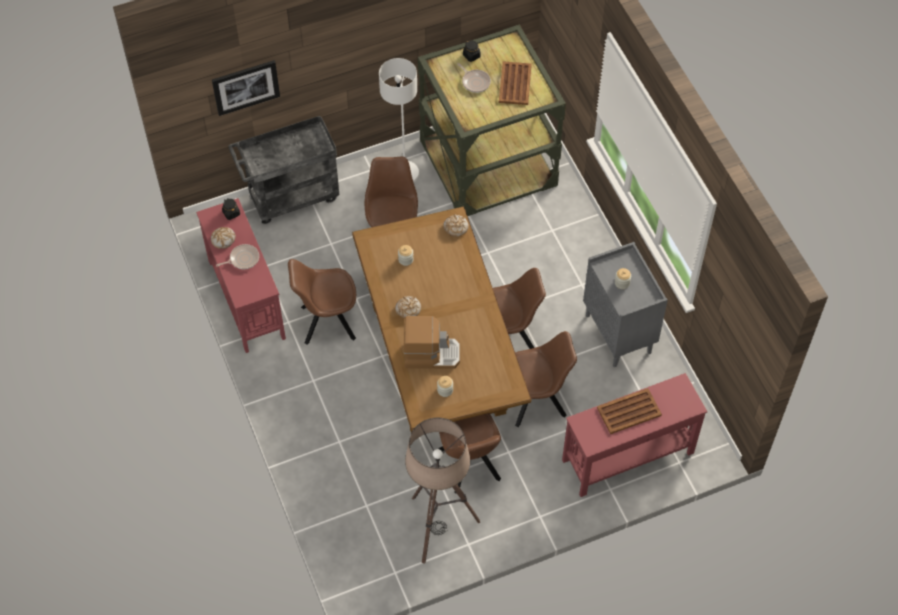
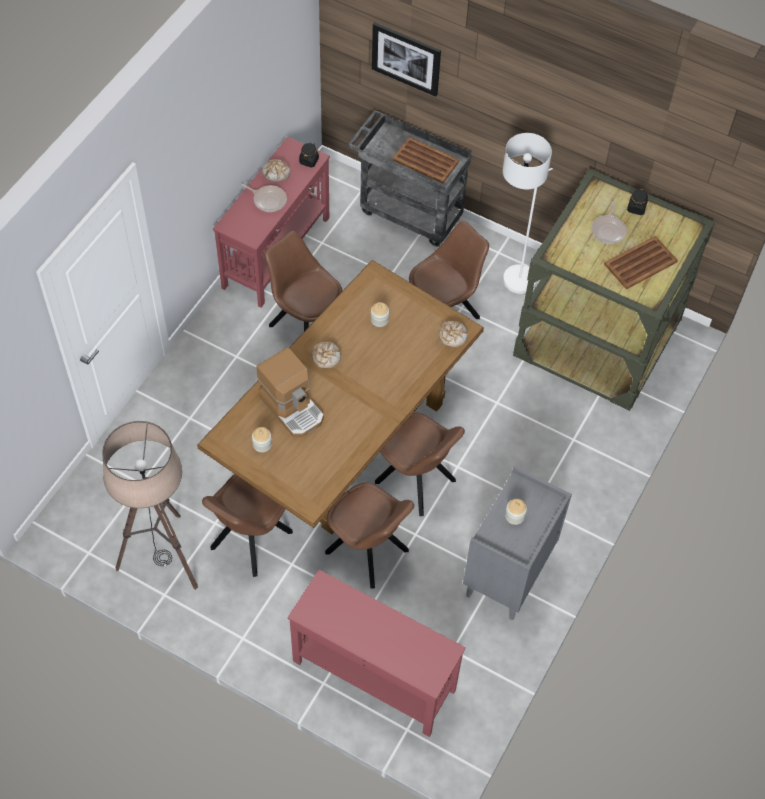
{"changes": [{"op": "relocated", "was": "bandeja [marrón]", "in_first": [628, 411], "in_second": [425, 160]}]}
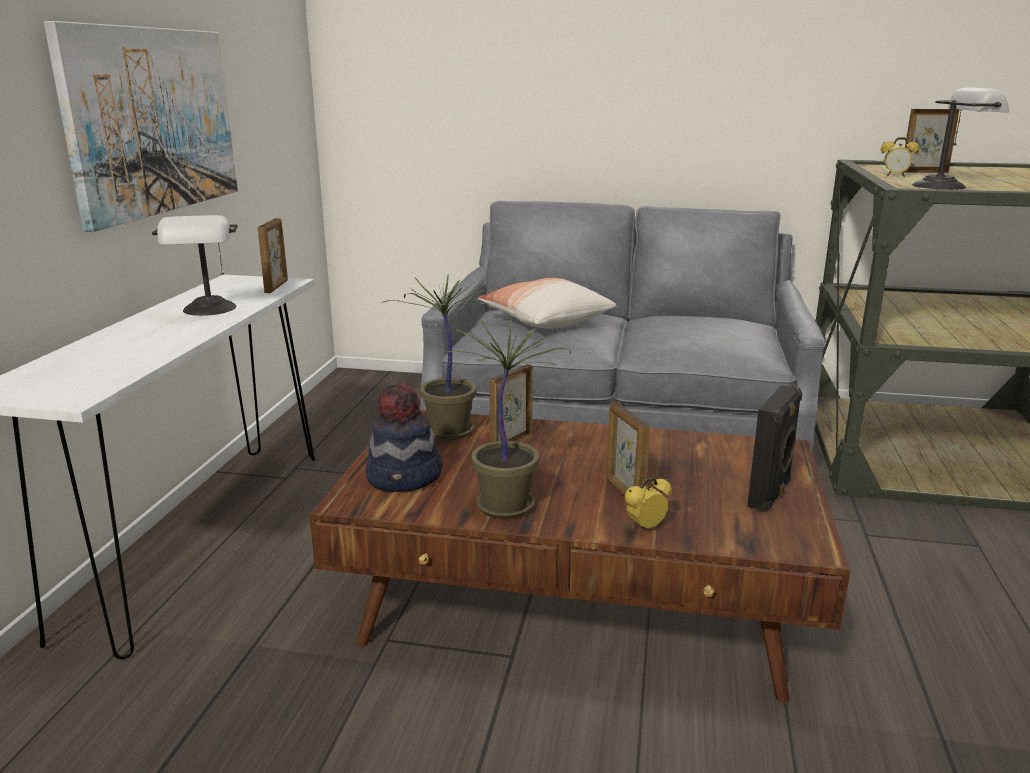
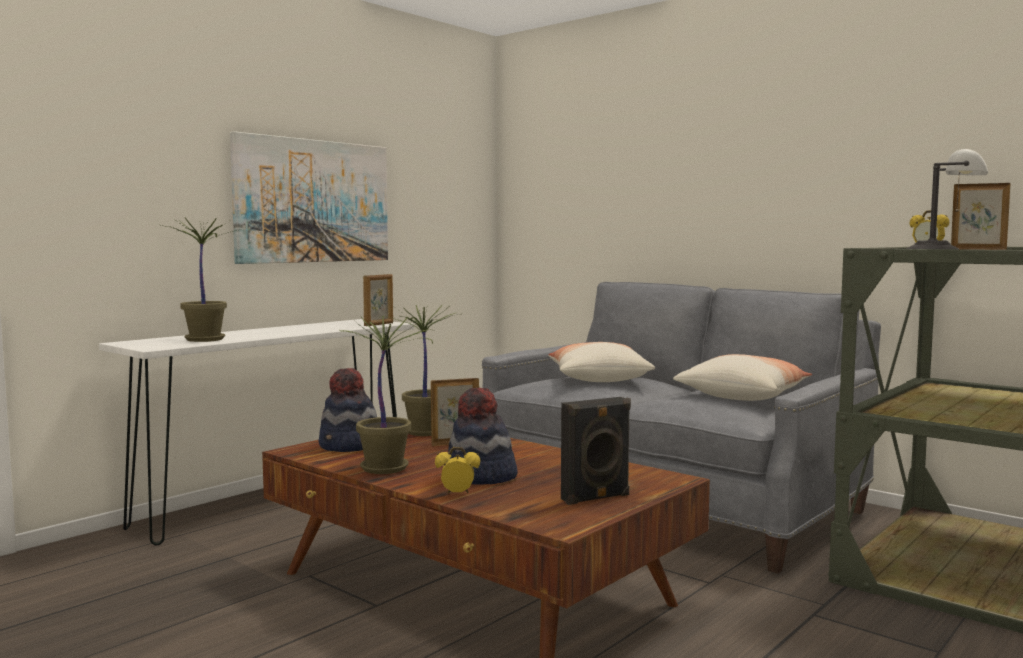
{"changes": [{"op": "missing", "was": "lámpara de mesa", "in_first": [209, 311]}, {"op": "exchanged", "was": "portarretratos", "now": "sombrero", "in_first": [624, 493], "in_second": [480, 477]}, {"op": "appeared", "now": "planta en maceta", "in_second": [204, 339]}, {"op": "appeared", "now": "cojín", "in_second": [743, 396]}]}
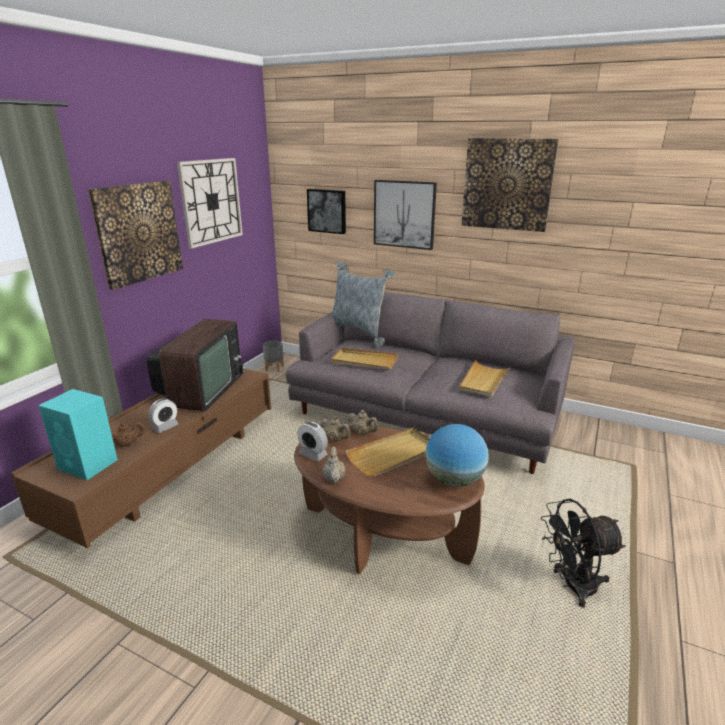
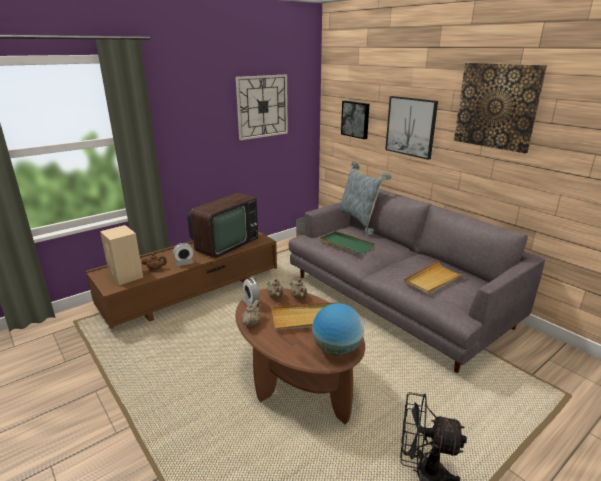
{"changes": [{"op": "colour", "was": "altavoz [turquesa]", "now": "altavoz [beis]", "in_first": [89, 465], "in_second": [126, 276]}, {"op": "missing", "was": "cuadro", "in_first": [138, 233]}, {"op": "colour", "was": "bandeja [beis]", "now": "bandeja [verde]", "in_first": [364, 361], "in_second": [346, 244]}]}
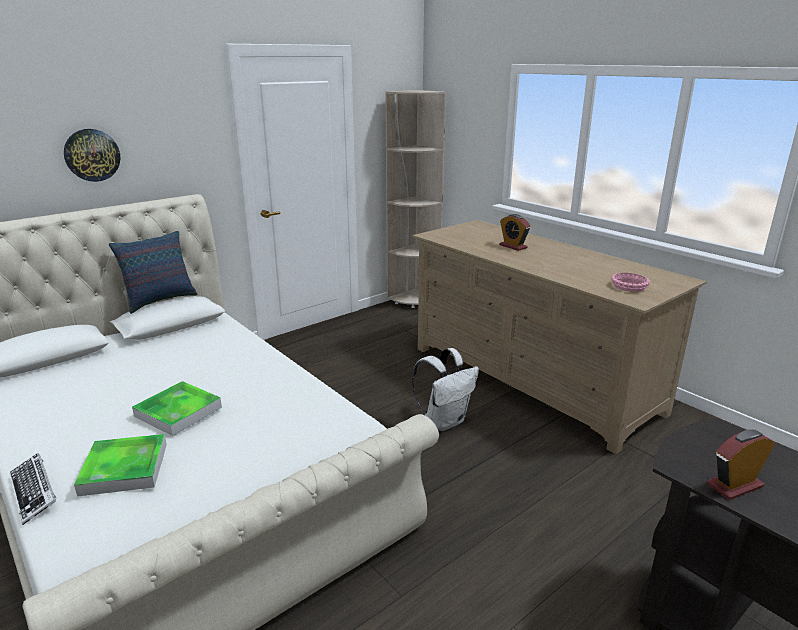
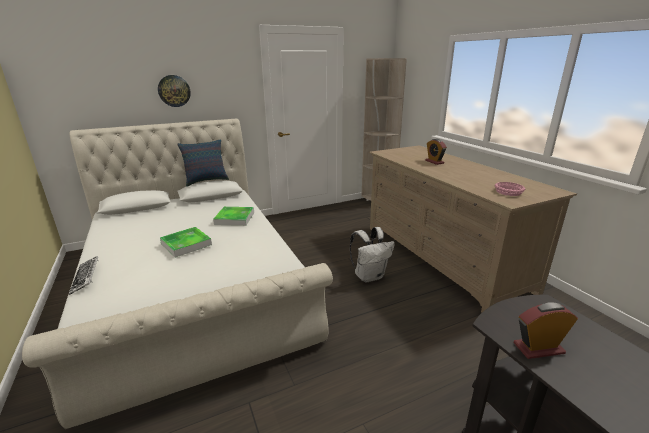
{"changes": [{"op": "relocated", "was": "bandeja", "in_first": [124, 469], "in_second": [234, 218]}]}
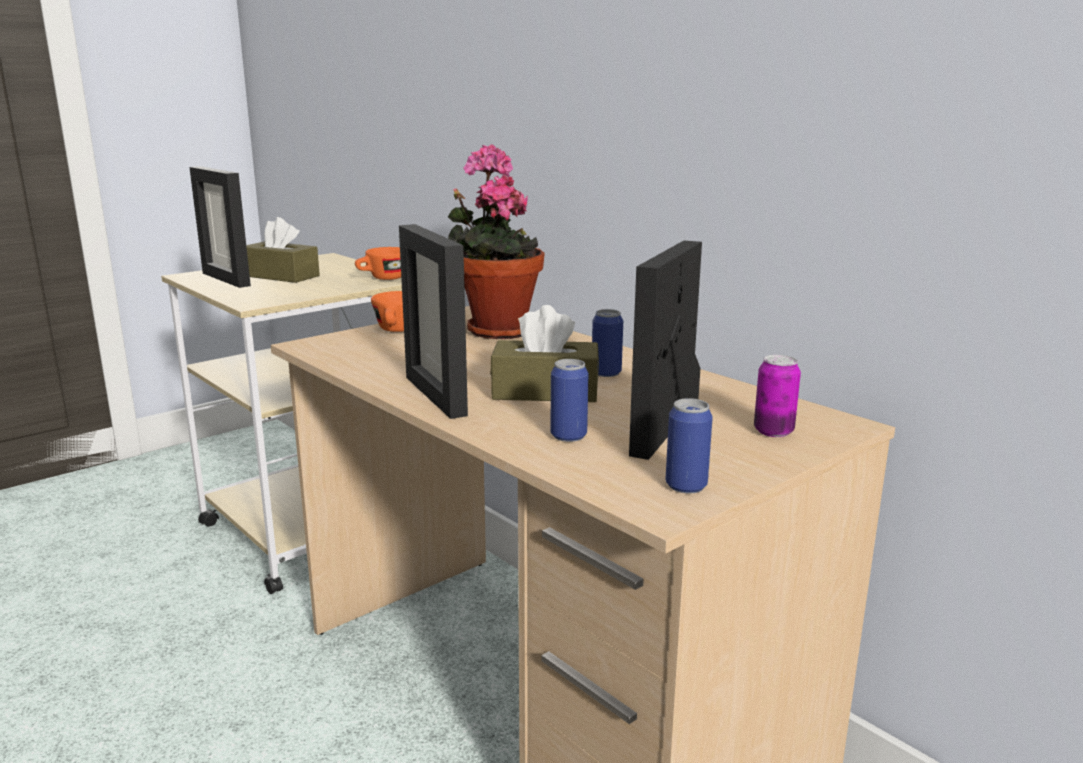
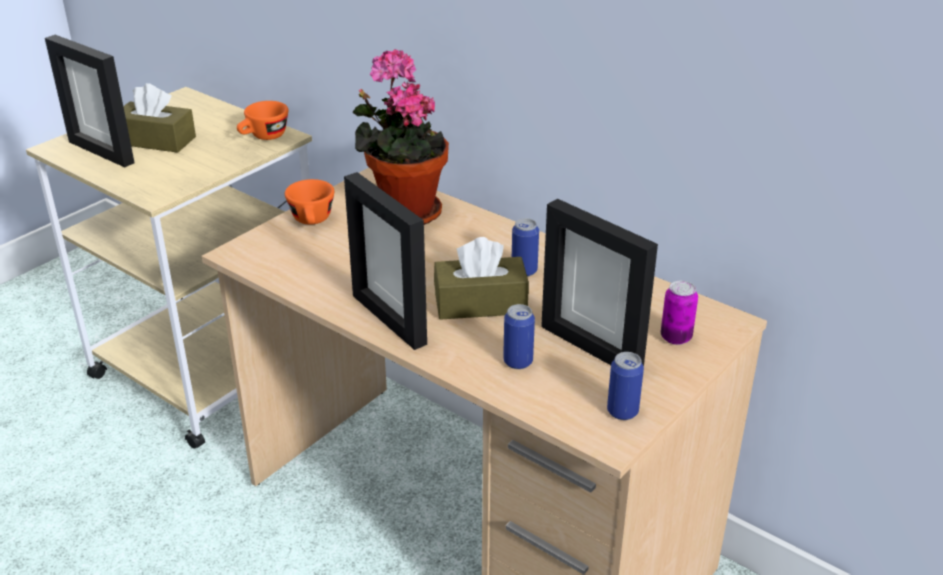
{"changes": [{"op": "spun", "was": "portarretratos", "in_first": [665, 431], "in_second": [592, 347], "clockwise": -60}]}
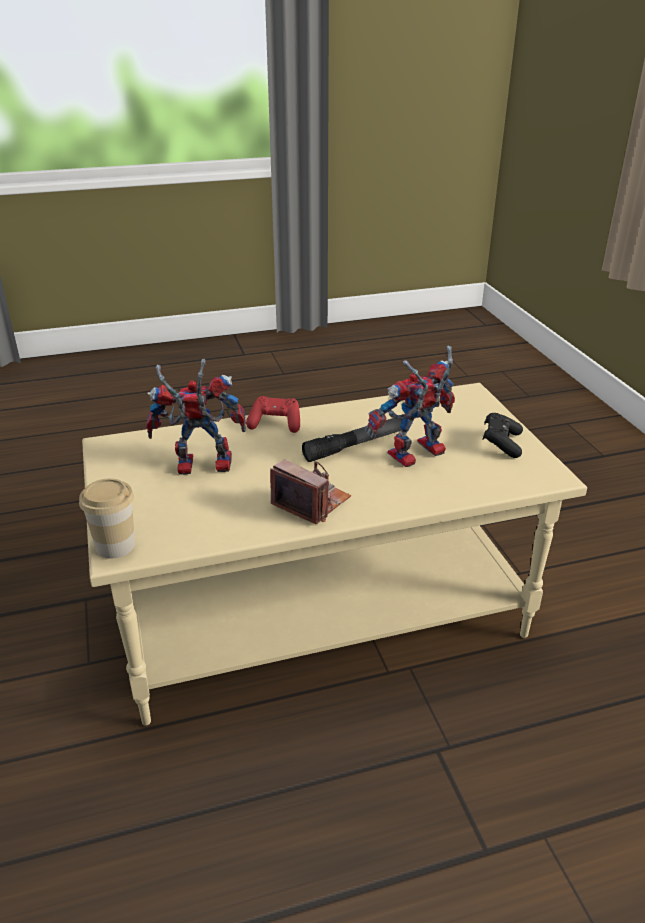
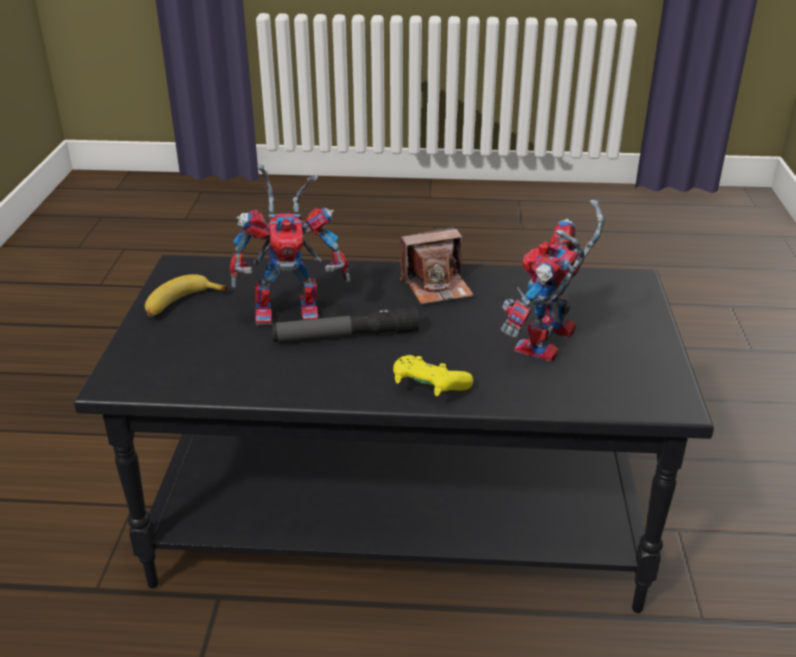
{"changes": [{"op": "missing", "was": "taza", "in_first": [115, 546]}, {"op": "colour", "was": "mesa de centro [beis]", "now": "mesa de centro [negro]", "in_first": [320, 617], "in_second": [401, 514]}, {"op": "spun", "was": "robot de juguete", "in_first": [199, 467], "in_second": [547, 346], "clockwise": 105}, {"op": "colour", "was": "mando de consola [rojo]", "now": "mando de consola [amarillo]", "in_first": [275, 424], "in_second": [428, 388]}, {"op": "spun", "was": "cámara", "in_first": [311, 502], "in_second": [437, 286], "clockwise": -75}, {"op": "exchanged", "was": "mando de consola [negro]", "now": "plátano", "in_first": [501, 444], "in_second": [181, 304]}]}
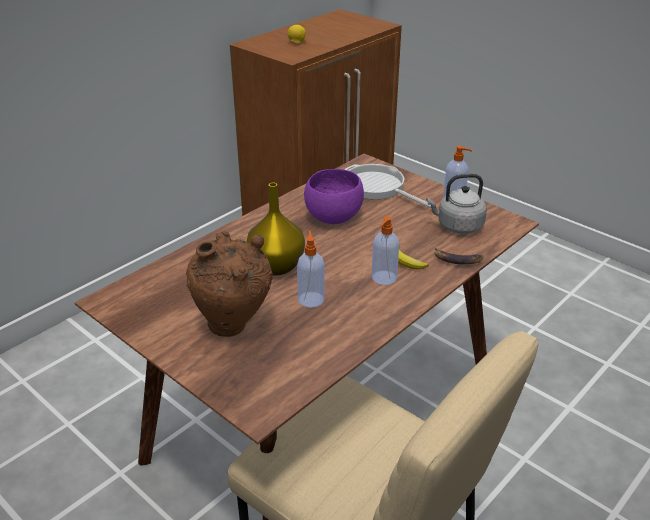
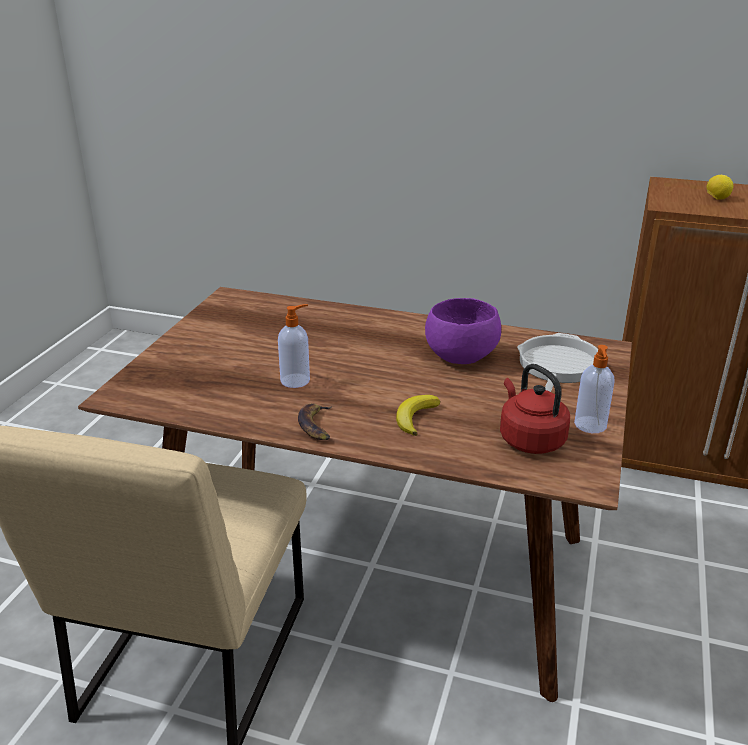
{"changes": [{"op": "missing", "was": "florero [marrón]", "in_first": [233, 327]}, {"op": "missing", "was": "florero [amarillo]", "in_first": [277, 267]}, {"op": "missing", "was": "dispensador de jabón", "in_first": [383, 278]}, {"op": "colour", "was": "hervidor [gris]", "now": "hervidor [rojo]", "in_first": [457, 226], "in_second": [529, 439]}, {"op": "relocated", "was": "plátano", "in_first": [457, 259], "in_second": [316, 425]}]}
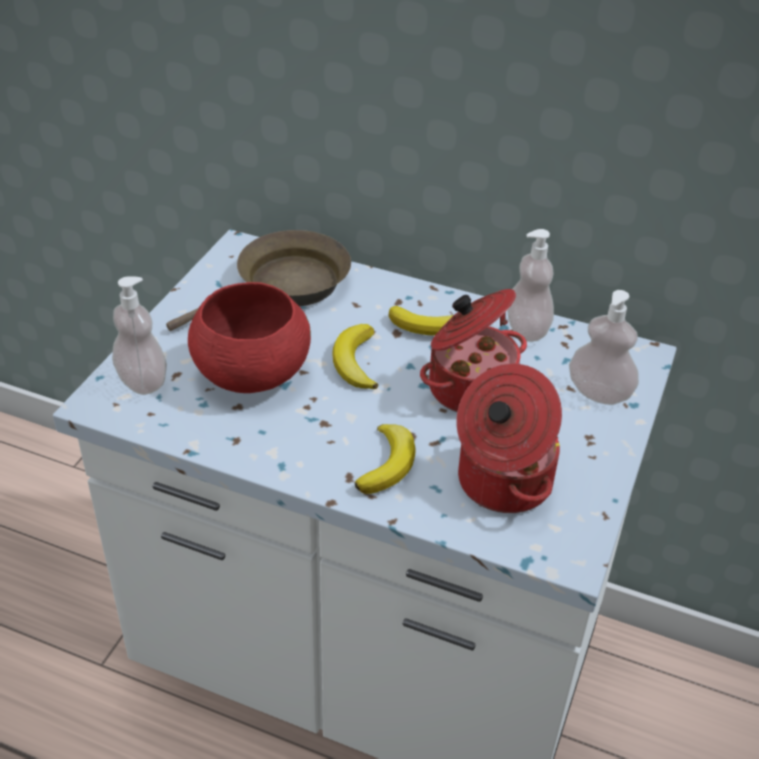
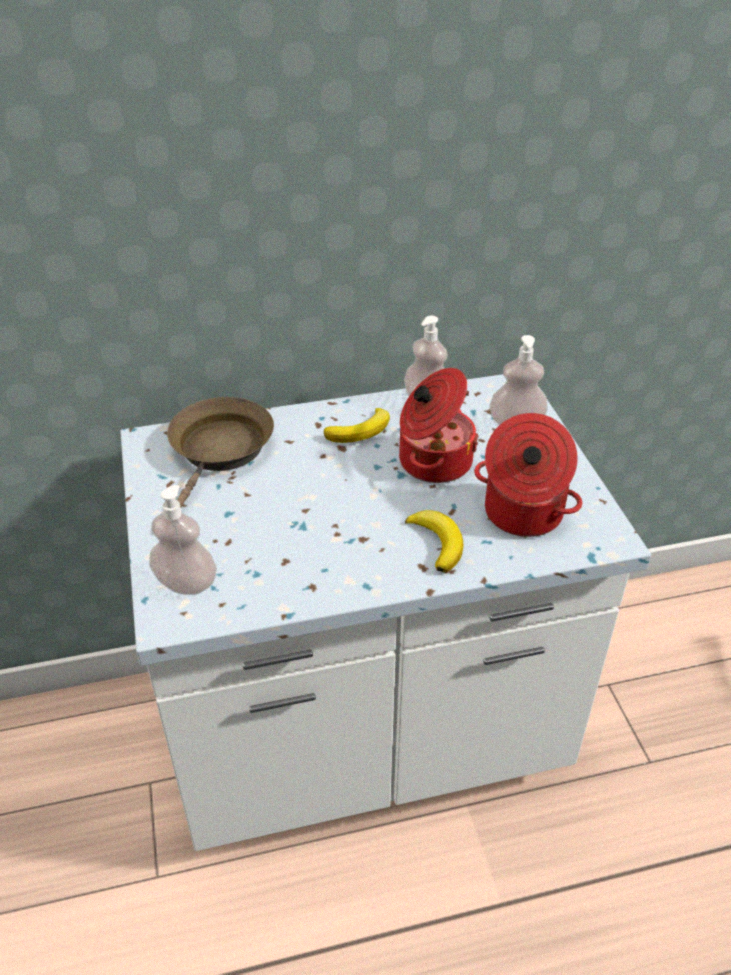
{"changes": [{"op": "missing", "was": "cuenco [rojo]", "in_first": [251, 374]}, {"op": "missing", "was": "plátano", "in_first": [355, 362]}]}
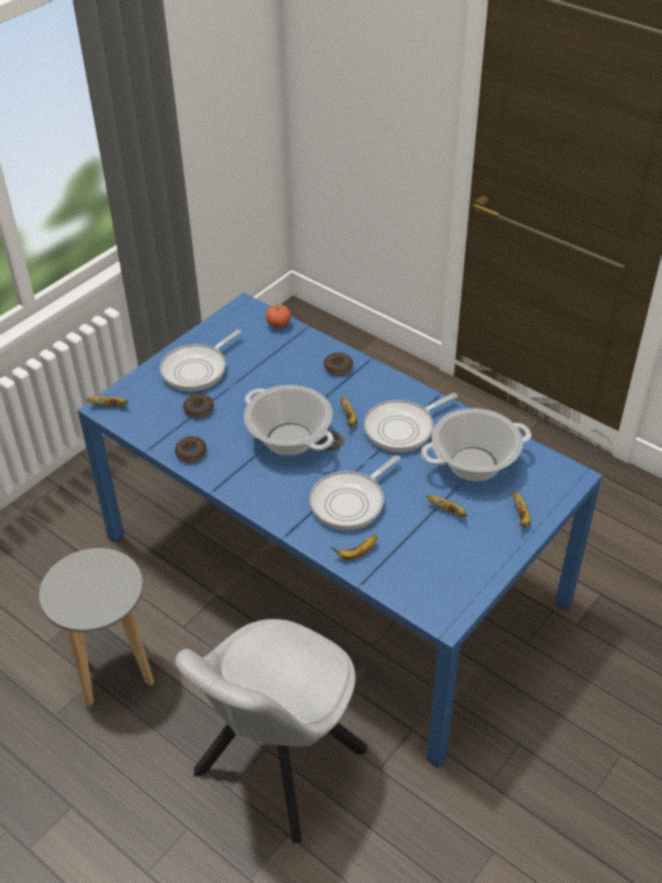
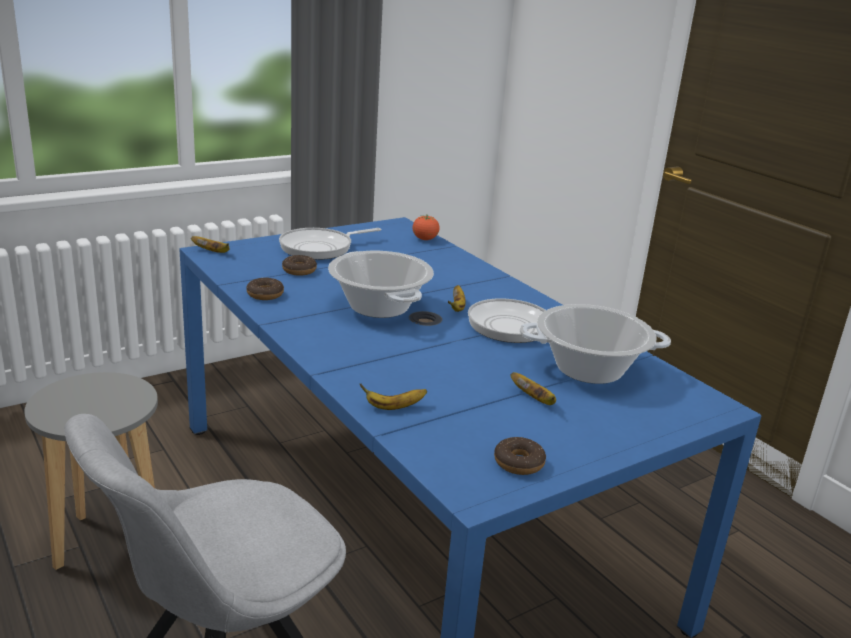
{"changes": [{"op": "missing", "was": "sartén", "in_first": [351, 502]}, {"op": "relocated", "was": "rosquilla", "in_first": [338, 367], "in_second": [518, 463]}, {"op": "missing", "was": "plátano", "in_first": [521, 516]}]}
